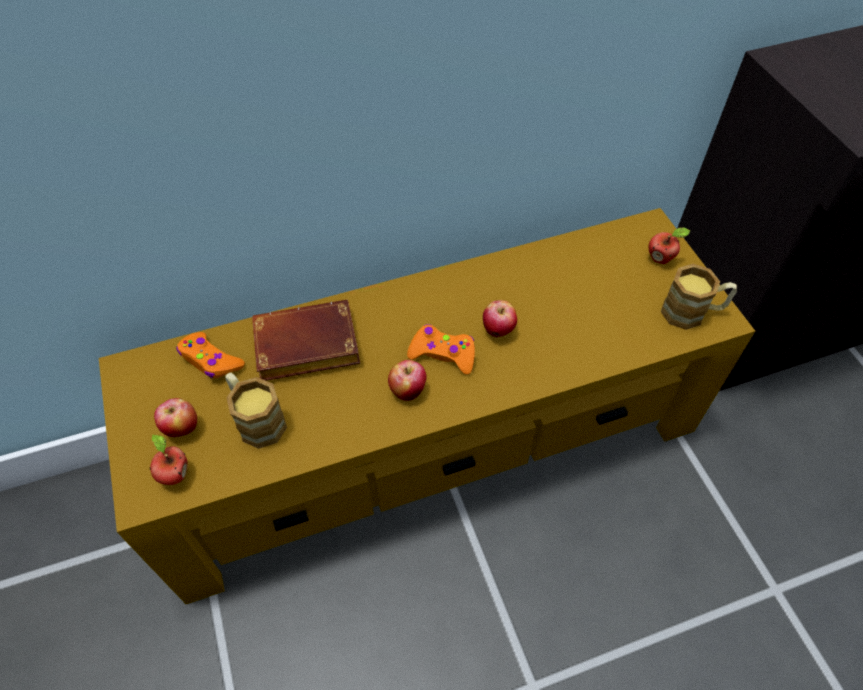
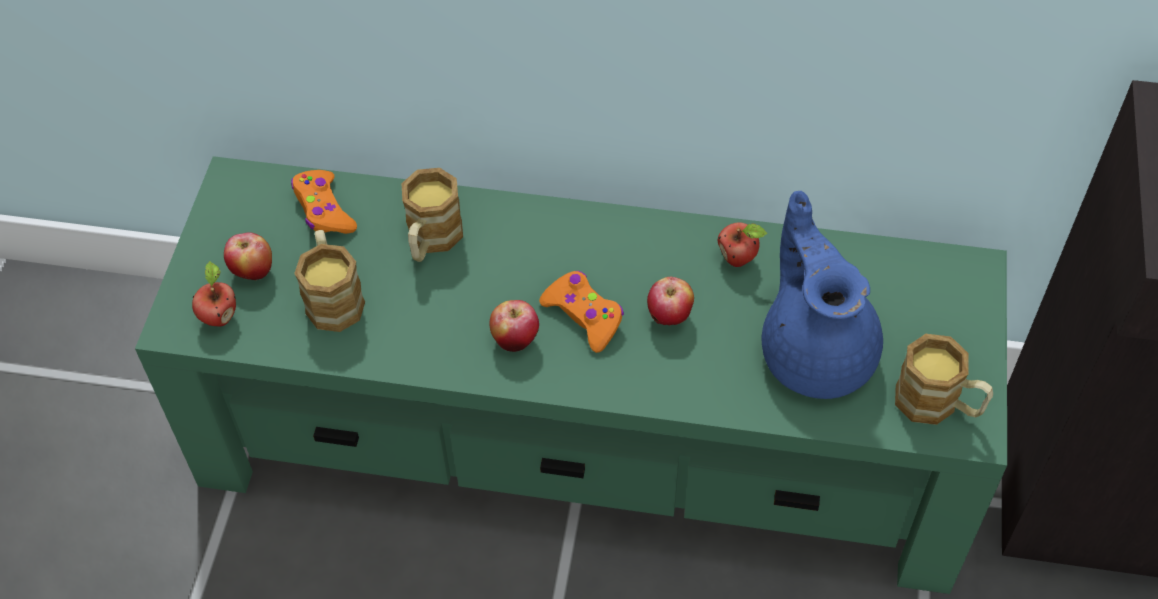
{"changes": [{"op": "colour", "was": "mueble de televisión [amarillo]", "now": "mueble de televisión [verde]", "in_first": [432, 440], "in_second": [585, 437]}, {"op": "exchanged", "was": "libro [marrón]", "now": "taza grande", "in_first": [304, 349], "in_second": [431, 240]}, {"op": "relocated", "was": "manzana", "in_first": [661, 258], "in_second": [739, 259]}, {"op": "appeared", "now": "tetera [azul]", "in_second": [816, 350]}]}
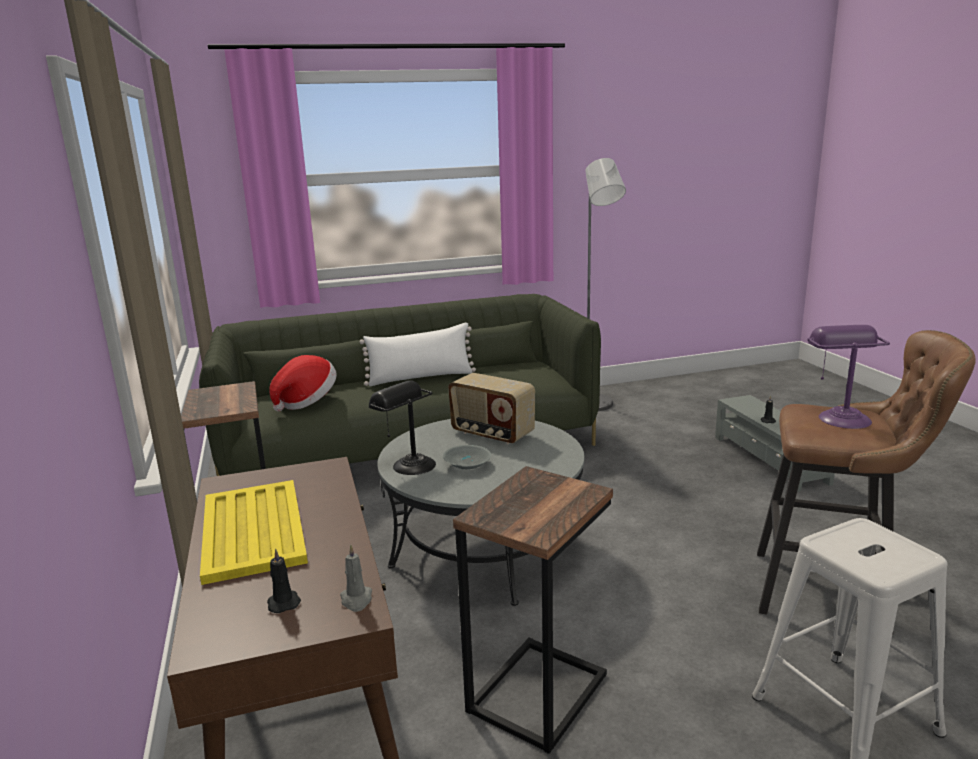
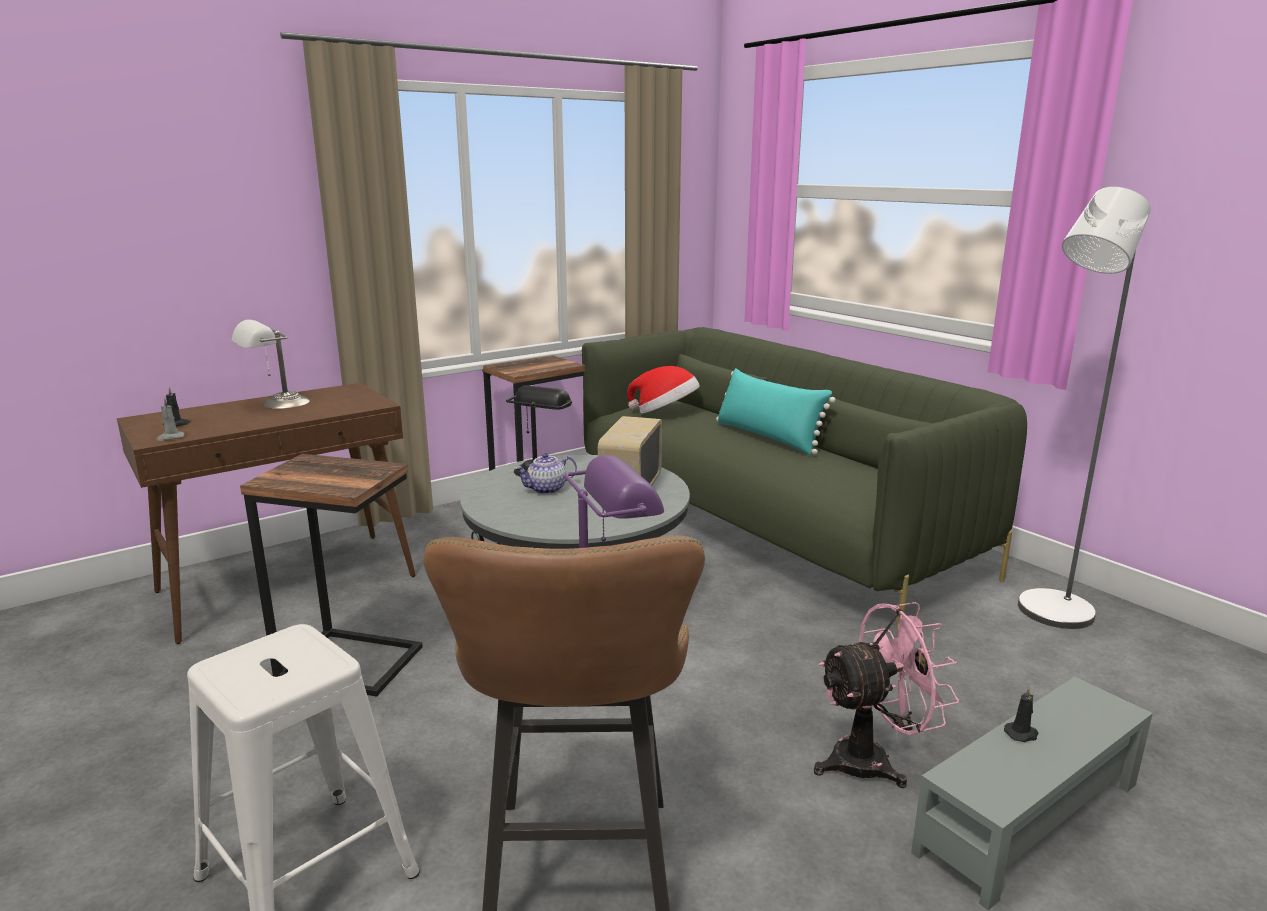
{"changes": [{"op": "exchanged", "was": "bandeja [amarillo]", "now": "lámpara de mesa [blanco]", "in_first": [253, 529], "in_second": [277, 404]}, {"op": "colour", "was": "cojín [blanco]", "now": "cojín [turquesa]", "in_first": [421, 378], "in_second": [767, 437]}, {"op": "exchanged", "was": "cuenco [gris]", "now": "tetera", "in_first": [468, 464], "in_second": [546, 489]}, {"op": "appeared", "now": "ventilador [rosa]", "in_second": [873, 760]}]}
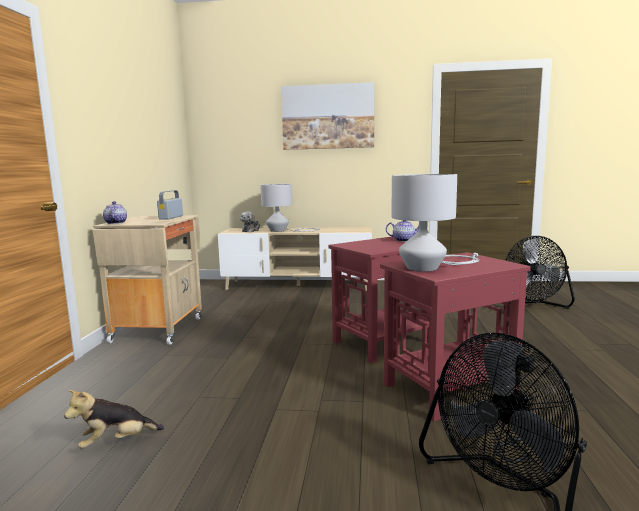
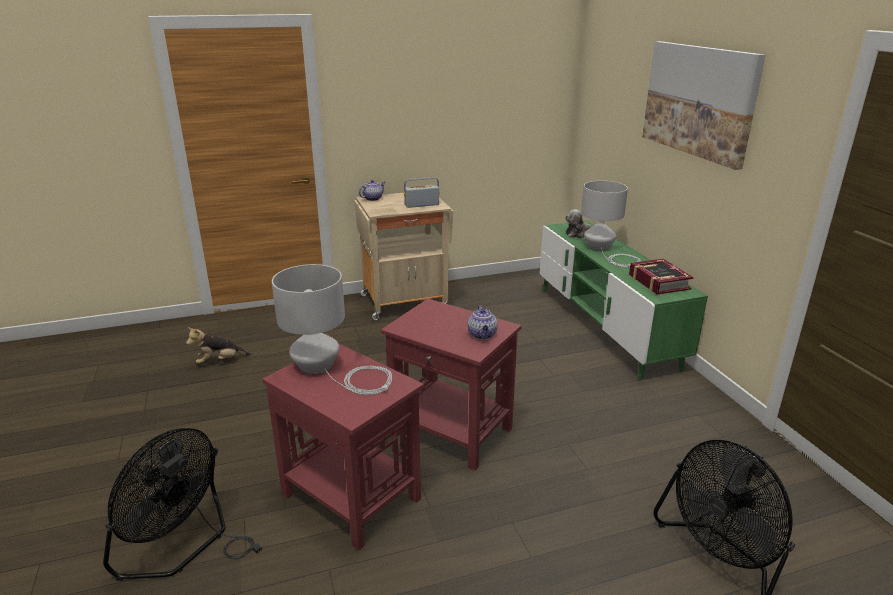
{"changes": [{"op": "spun", "was": "peluche", "in_first": [116, 442], "in_second": [219, 361], "clockwise": -60}, {"op": "colour", "was": "mueble de televisión [beis]", "now": "mueble de televisión [verde]", "in_first": [298, 285], "in_second": [605, 326]}, {"op": "appeared", "now": "libro", "in_second": [658, 282]}]}
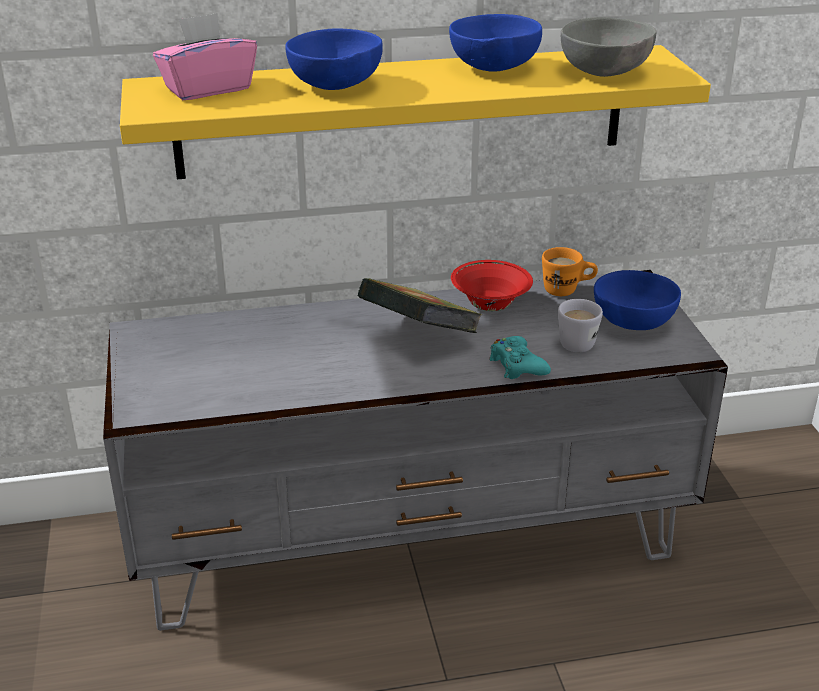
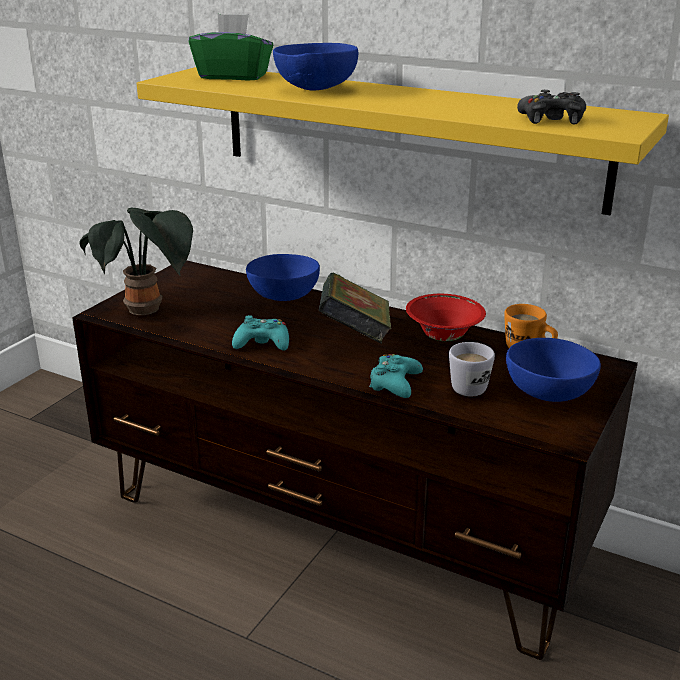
{"changes": [{"op": "colour", "was": "mueble de televisión [gris]", "now": "mueble de televisión [marrón]", "in_first": [410, 541], "in_second": [341, 529]}, {"op": "colour", "was": "caja de pañuelos [rosa]", "now": "caja de pañuelos [verde]", "in_first": [208, 89], "in_second": [233, 76]}, {"op": "relocated", "was": "cuenco [azul]", "in_first": [493, 69], "in_second": [281, 298]}, {"op": "exchanged", "was": "cuenco [gris]", "now": "mando de consola [negro]", "in_first": [605, 74], "in_second": [552, 119]}, {"op": "appeared", "now": "planta en maceta", "in_second": [147, 311]}, {"op": "appeared", "now": "mando de consola [turquesa]", "in_second": [262, 343]}]}
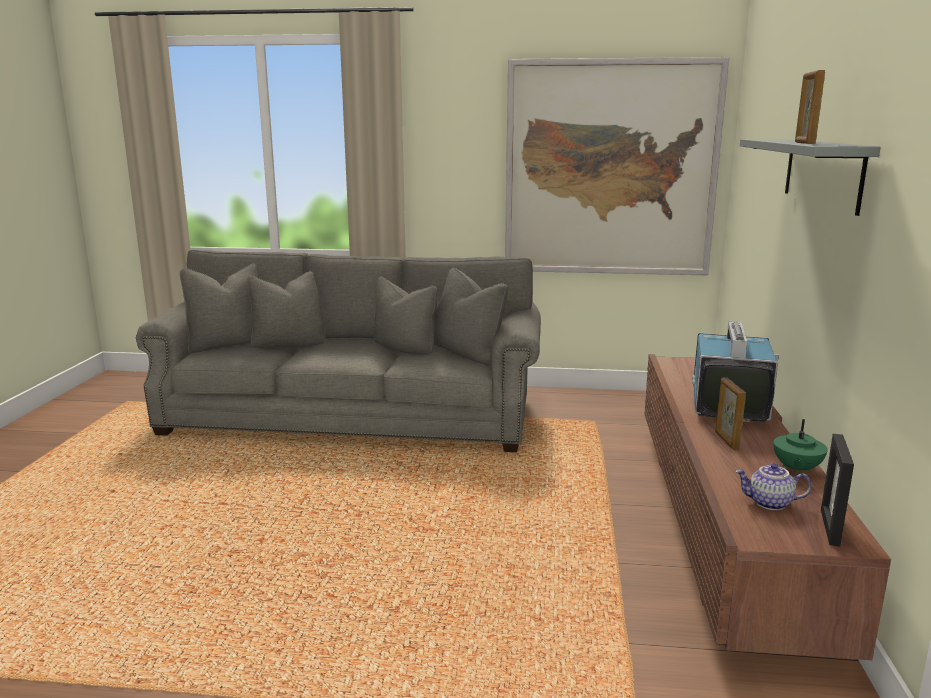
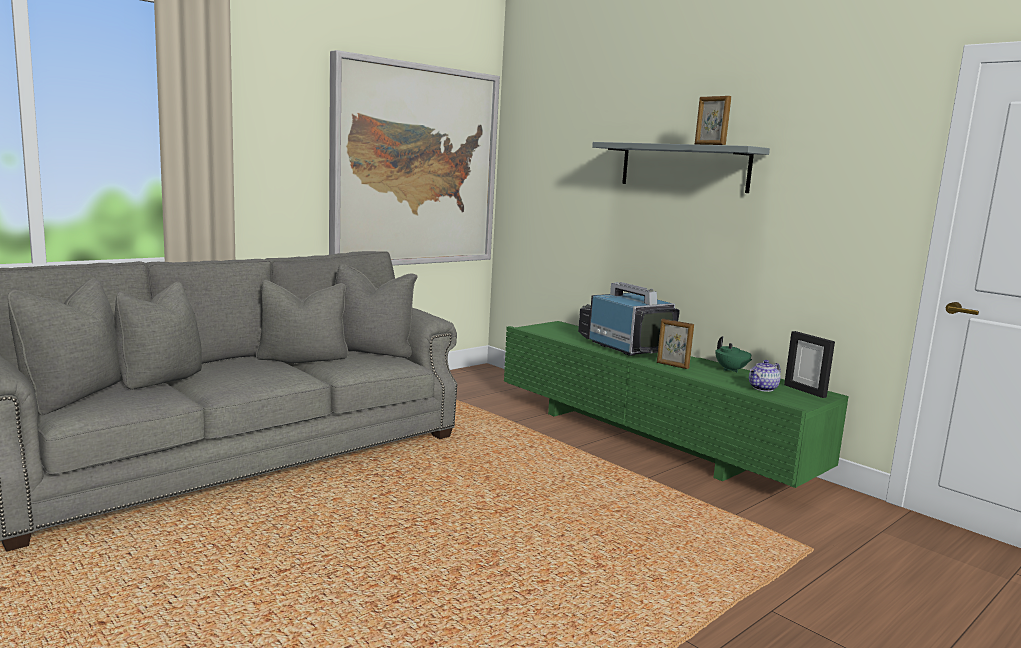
{"changes": [{"op": "colour", "was": "mueble de televisión [marrón]", "now": "mueble de televisión [verde]", "in_first": [723, 524], "in_second": [648, 436]}]}
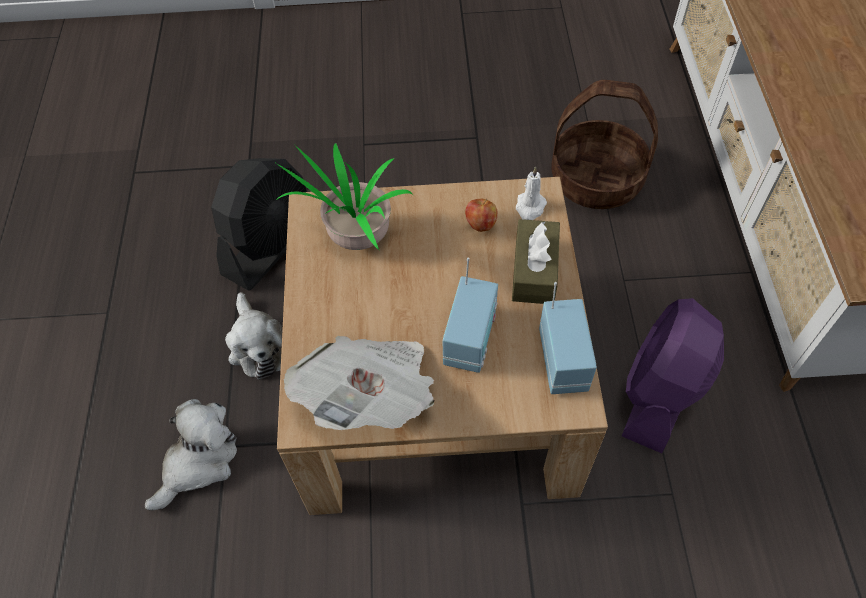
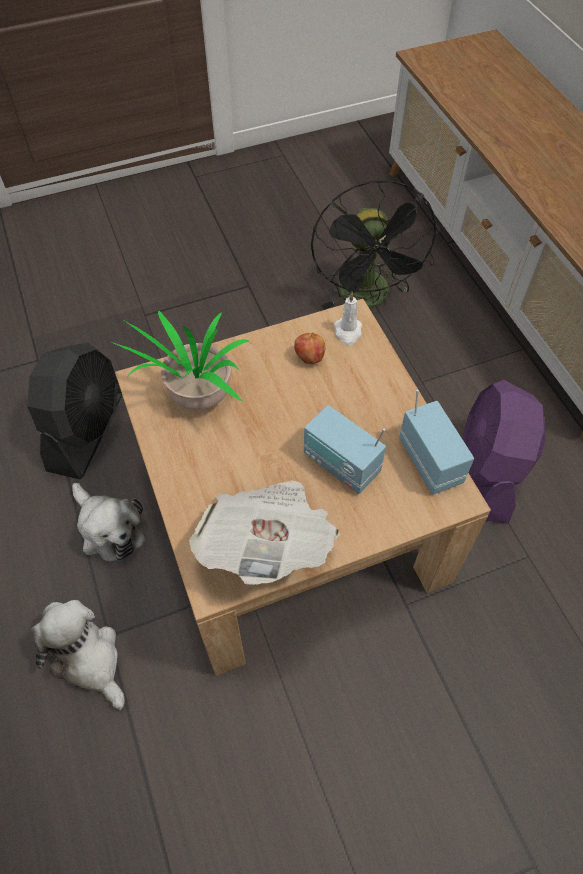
{"changes": [{"op": "spun", "was": "peluche", "in_first": [199, 462], "in_second": [88, 659], "clockwise": -60}, {"op": "spun", "was": "radio", "in_first": [471, 339], "in_second": [341, 464], "clockwise": 135}, {"op": "missing", "was": "caja de pañuelos [marrón]", "in_first": [534, 271]}, {"op": "exchanged", "was": "cesta", "now": "ventilador [negro]", "in_first": [597, 179], "in_second": [368, 299]}]}
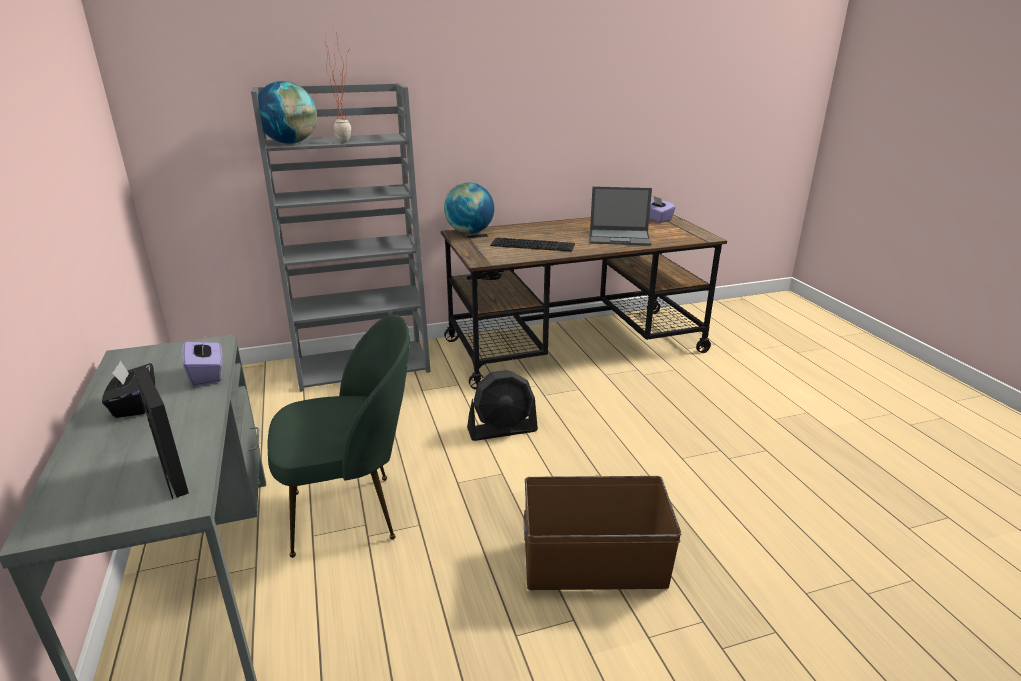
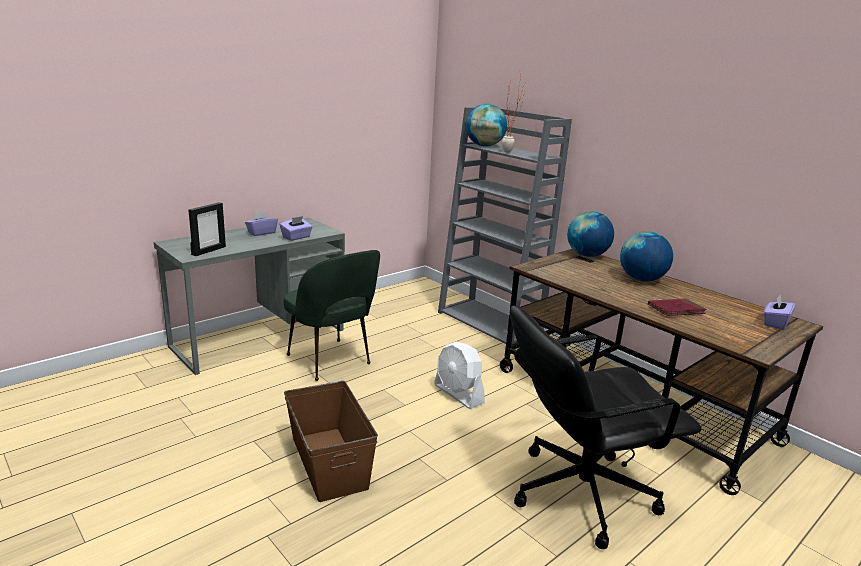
{"changes": [{"op": "colour", "was": "caja de pañuelos [negro]", "now": "caja de pañuelos [morado]", "in_first": [134, 405], "in_second": [261, 233]}, {"op": "colour", "was": "ventilador [negro]", "now": "ventilador [blanco]", "in_first": [502, 430], "in_second": [458, 394]}, {"op": "missing", "was": "teclado", "in_first": [533, 244]}, {"op": "exchanged", "was": "portátil", "now": "libro [rojo]", "in_first": [620, 237], "in_second": [676, 310]}, {"op": "appeared", "now": "silla de oficina [negro]", "in_second": [580, 492]}, {"op": "appeared", "now": "globo terráqueo", "in_second": [641, 279]}]}
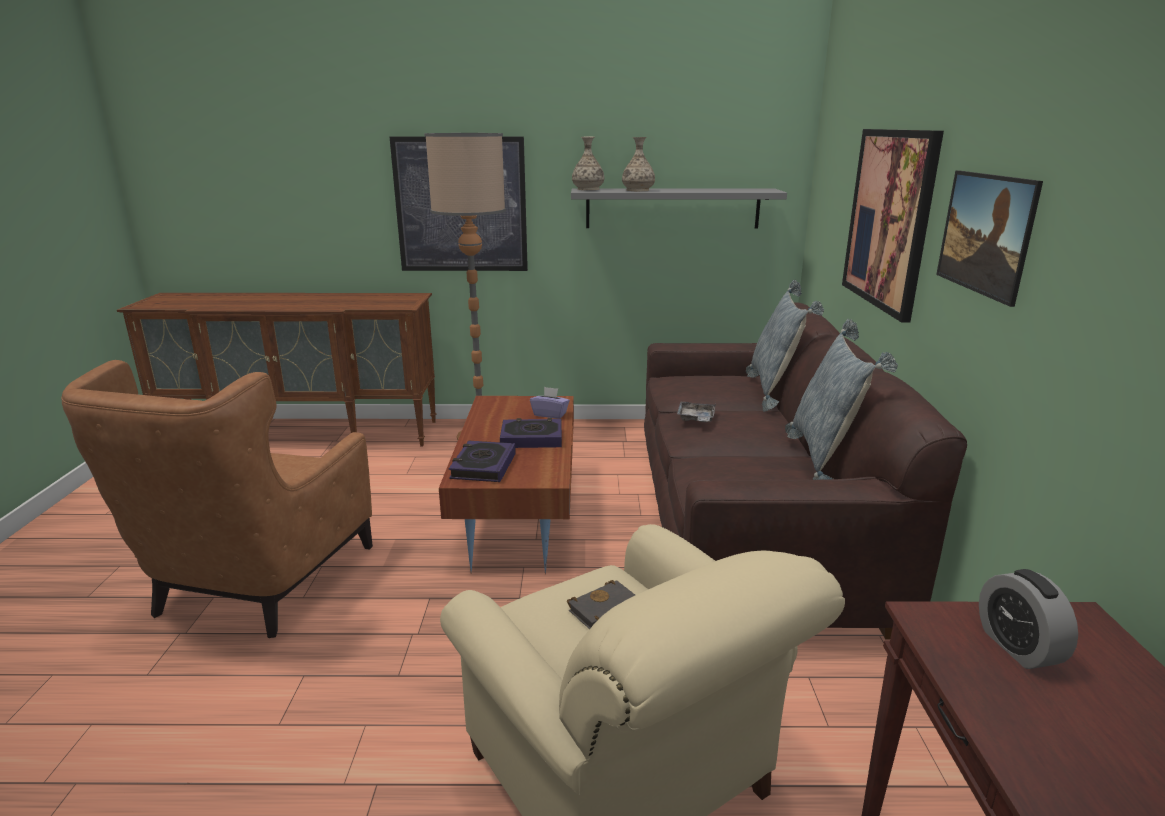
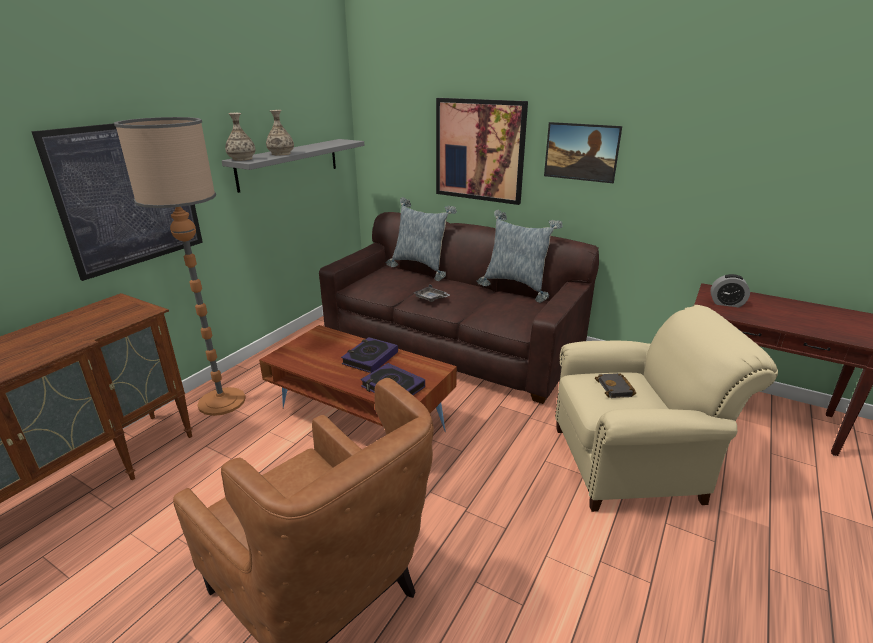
{"changes": [{"op": "missing", "was": "caja de pañuelos [morado]", "in_first": [550, 414]}]}
